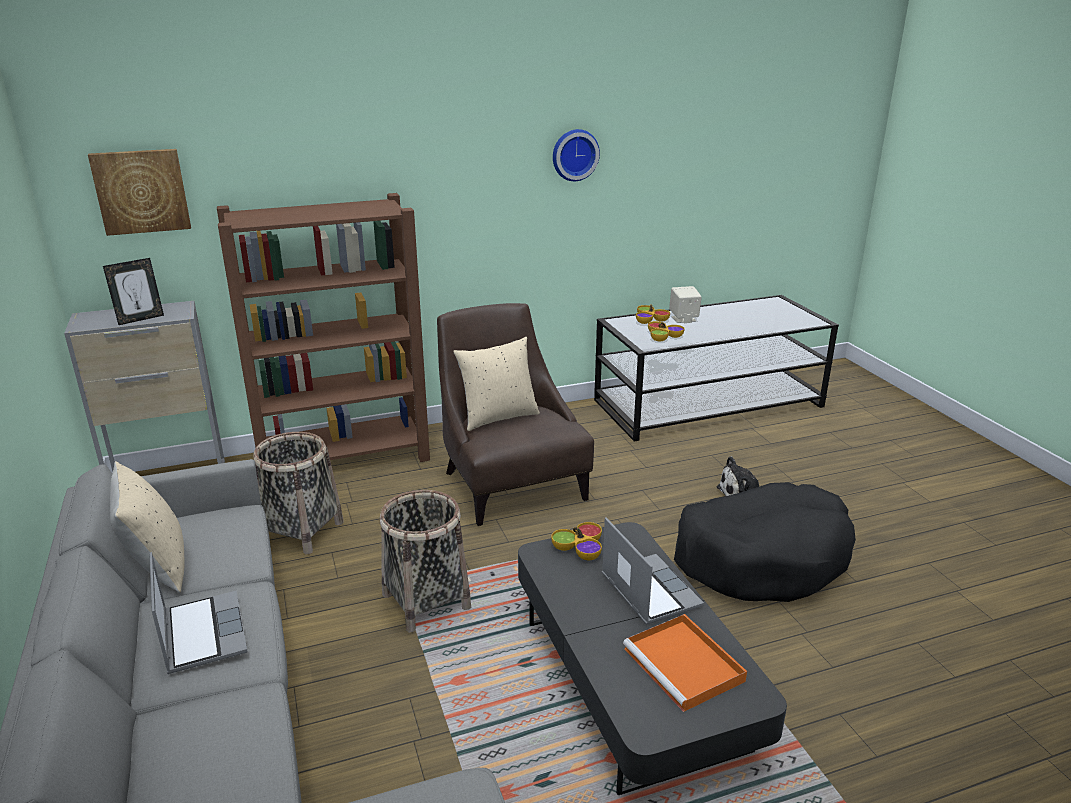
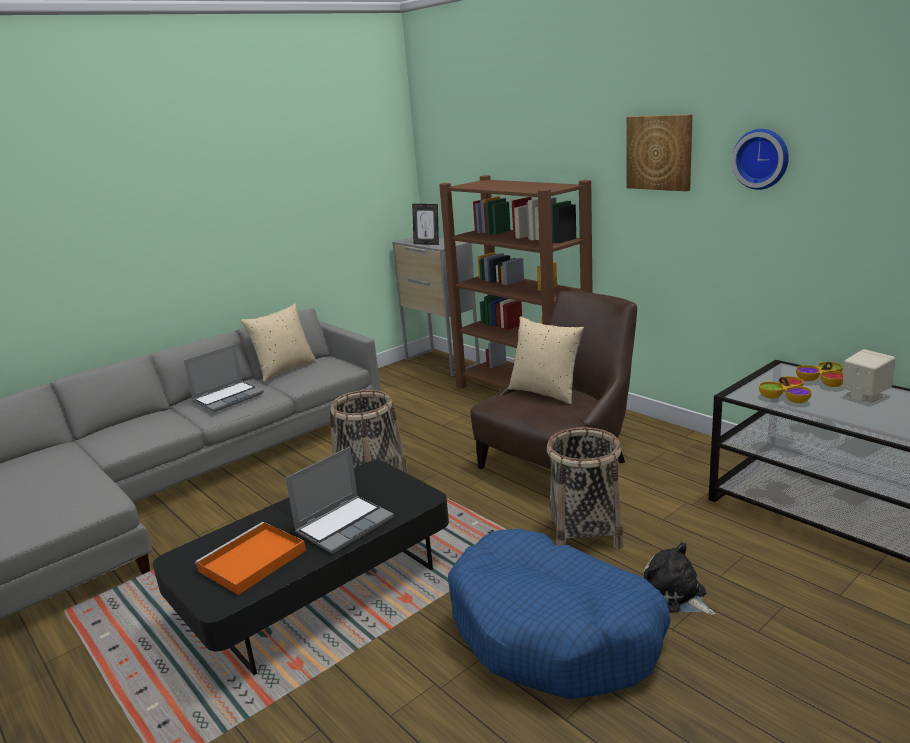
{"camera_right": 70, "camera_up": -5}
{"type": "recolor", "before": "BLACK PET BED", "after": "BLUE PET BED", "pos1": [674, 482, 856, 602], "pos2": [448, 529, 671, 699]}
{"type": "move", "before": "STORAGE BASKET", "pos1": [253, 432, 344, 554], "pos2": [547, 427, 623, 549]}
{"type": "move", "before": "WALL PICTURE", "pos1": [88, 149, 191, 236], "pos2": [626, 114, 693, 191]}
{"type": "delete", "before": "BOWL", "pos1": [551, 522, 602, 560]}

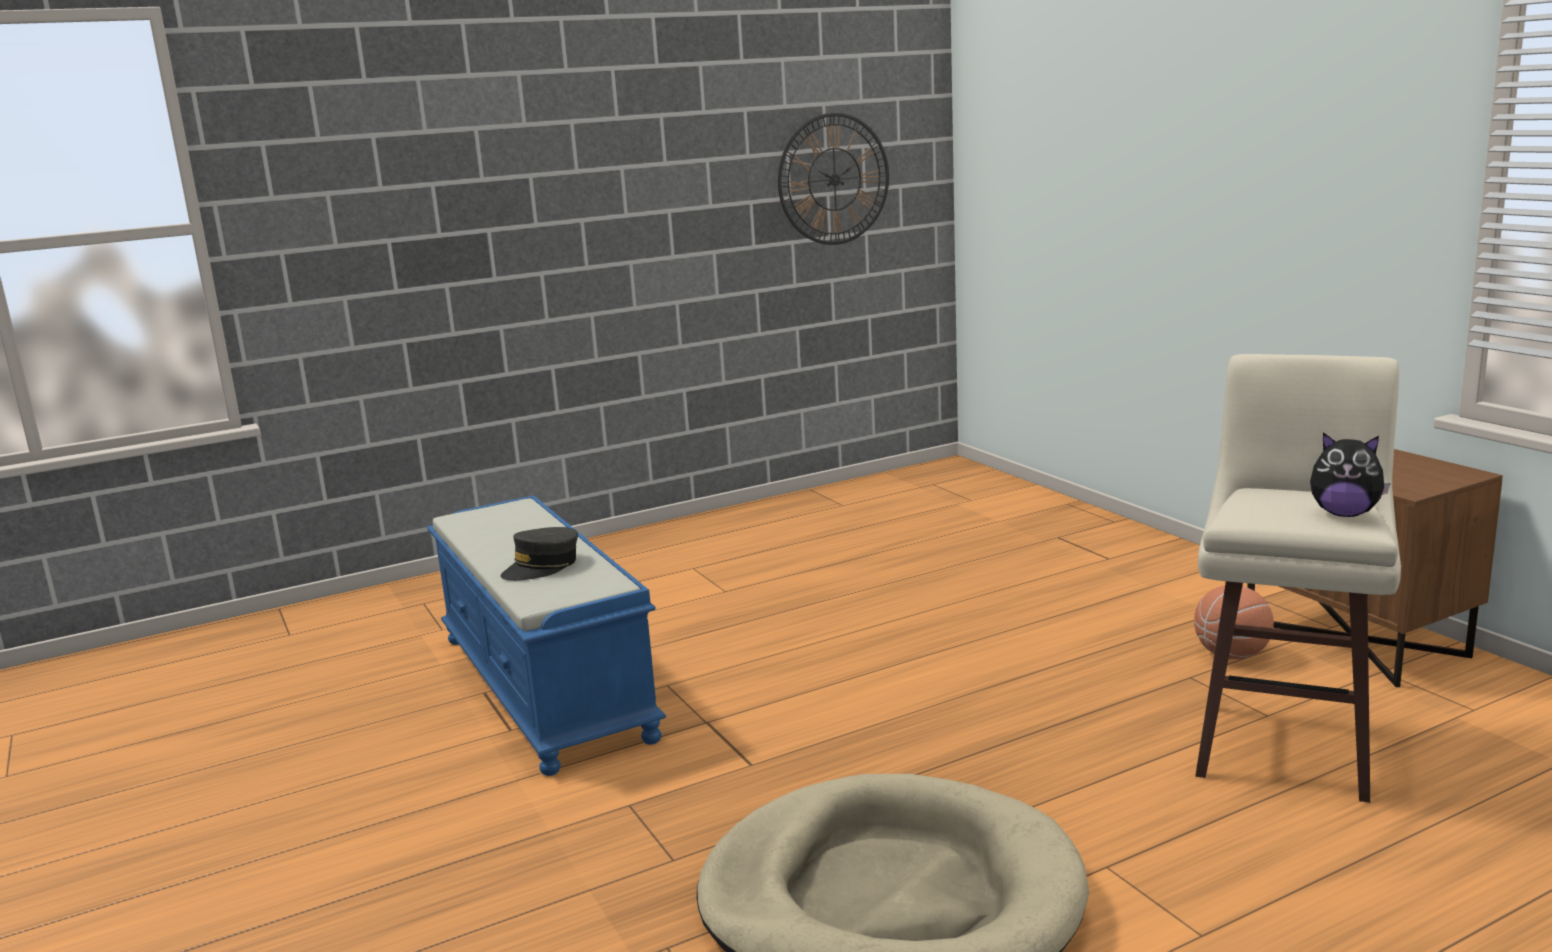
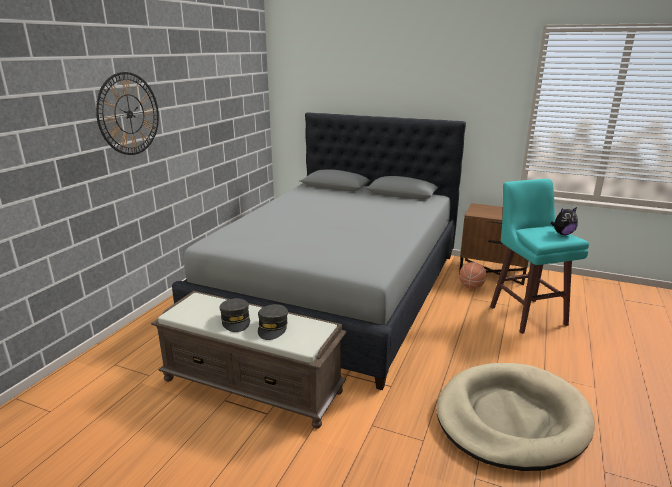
{"camera_right": -40, "camera_up": 5}
{"type": "move", "before": "CLOCK ON THE WALL", "pos1": [778, 113, 889, 245], "pos2": [96, 72, 159, 155]}
{"type": "recolor", "before": "BLUE INDOOR BENCH", "after": "BROWN INDOOR BENCH", "pos1": [427, 495, 666, 776], "pos2": [151, 291, 347, 429]}
{"type": "insert", "after": "GREY BED", "pos2": [172, 112, 466, 390]}
{"type": "insert", "after": "GREY PEAKED CAP", "pos2": [219, 298, 250, 332]}
{"type": "recolor", "before": "BEIGE STOOL SEAT", "after": "TURQUOISE STOOL SEAT", "pos1": [1195, 354, 1401, 803], "pos2": [490, 179, 589, 334]}

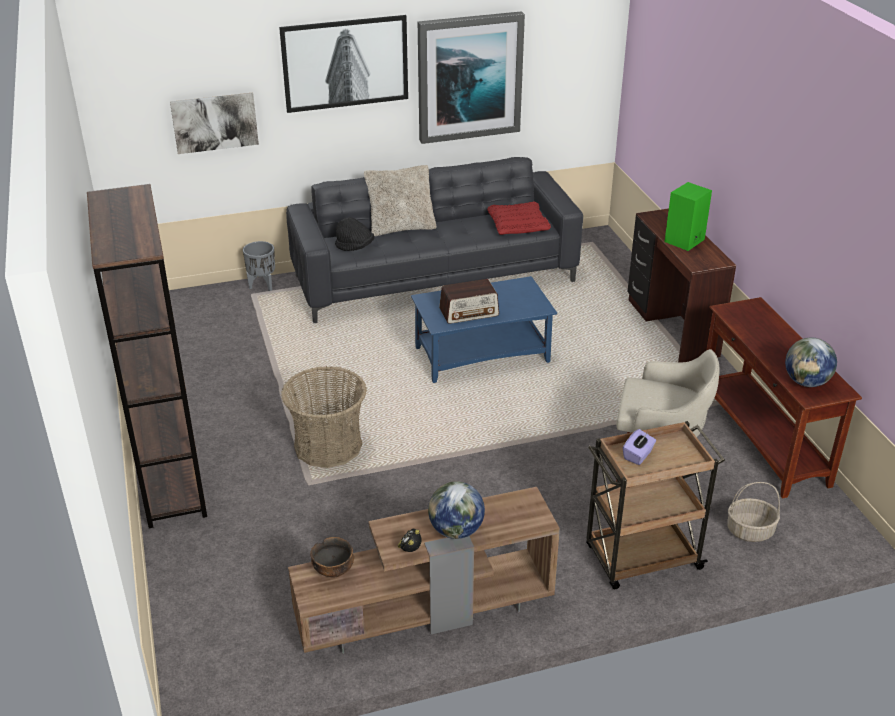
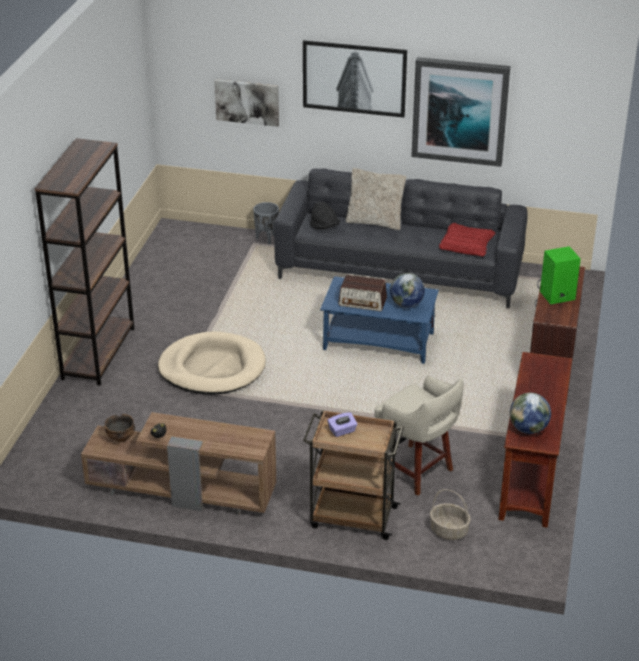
{"camera_right": 30, "camera_up": 0}
{"type": "replace", "before": "STORAGE BASKET", "after": "BEIGE PET BED", "pos1": [281, 366, 367, 468], "pos2": [158, 332, 266, 395]}
{"type": "move", "before": "WORLD GLOBE", "pos1": [428, 481, 485, 539], "pos2": [390, 273, 425, 308]}

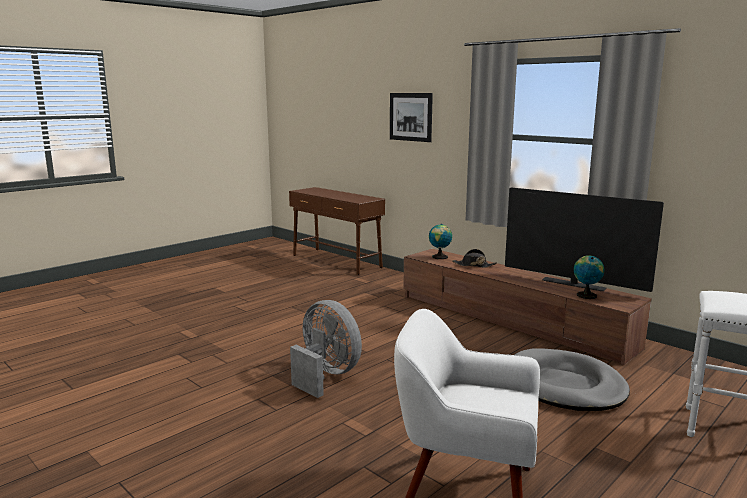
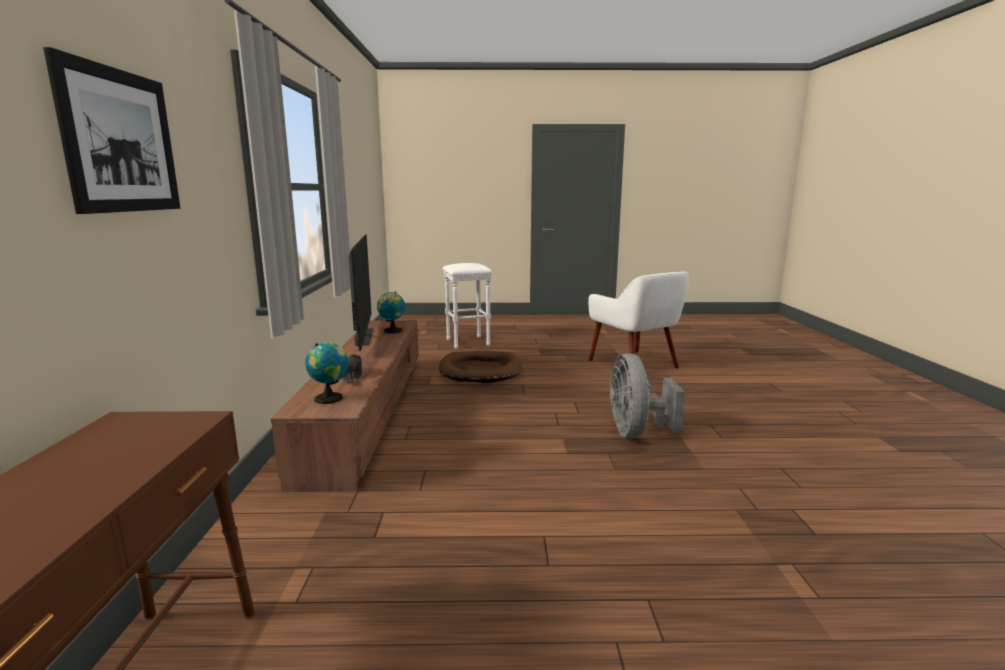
{"camera_right": -135, "camera_up": 0}
{"type": "recolor", "before": "GREY PET BED", "after": "BROWN PET BED", "pos1": [515, 348, 630, 411], "pos2": [439, 351, 522, 383]}

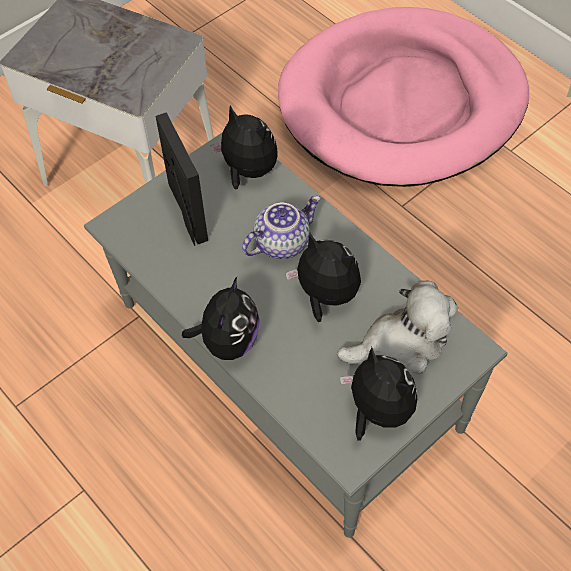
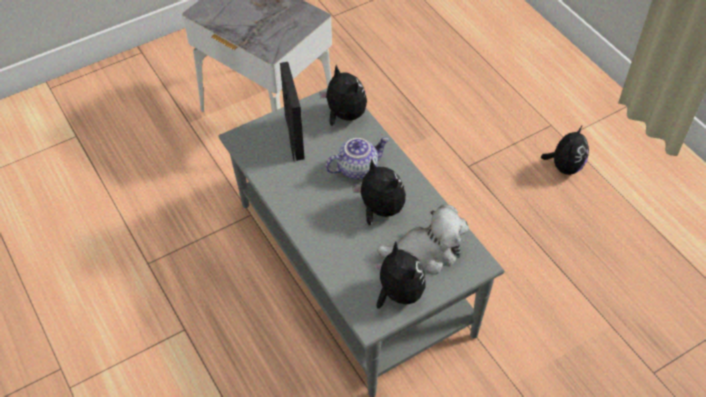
{"camera_right": 10, "camera_up": -5}
{"type": "move", "before": "CUDDLY TOY", "pos1": [182, 277, 260, 360], "pos2": [541, 125, 589, 175]}
{"type": "delete", "before": "PINK-COLOURED PET BED", "pos1": [278, 7, 529, 187]}

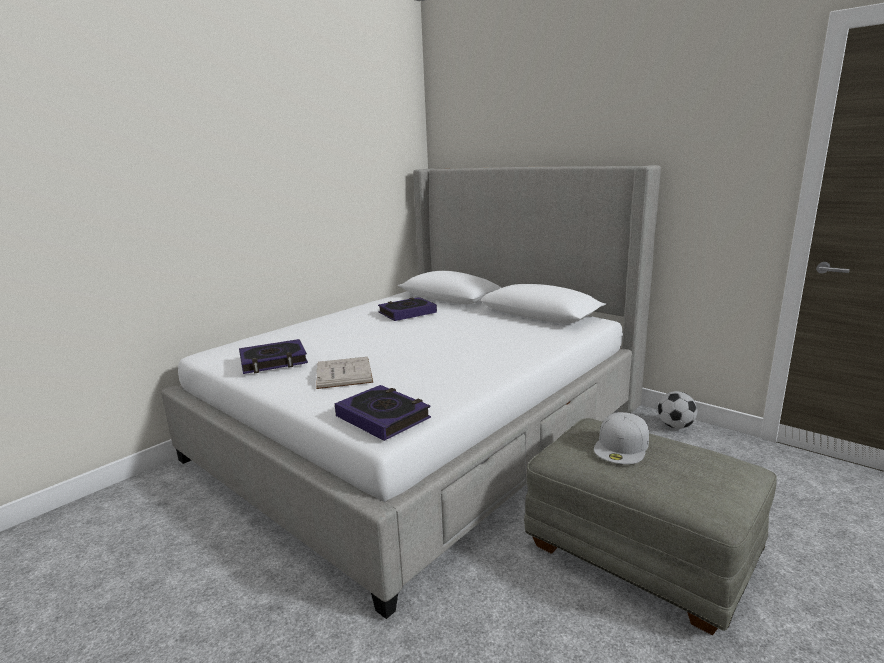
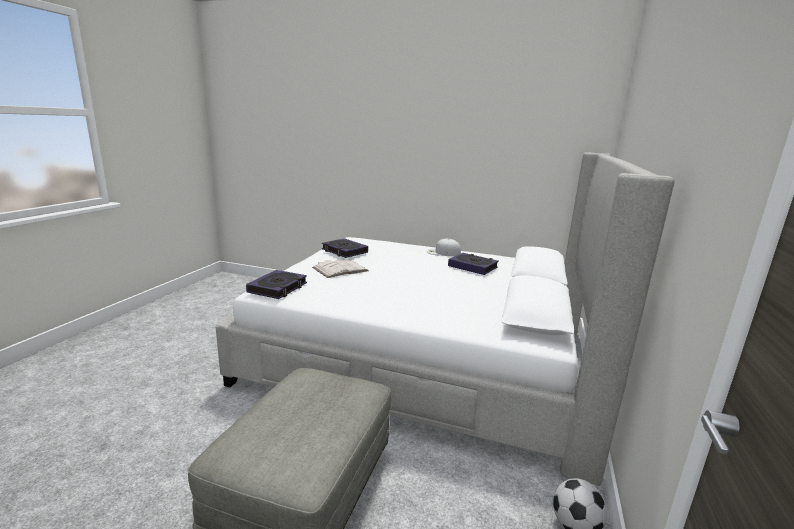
{"camera_right": 65, "camera_up": 0}
{"type": "move", "before": "WHITE PEAKED CAP", "pos1": [594, 412, 649, 464], "pos2": [427, 239, 461, 256]}

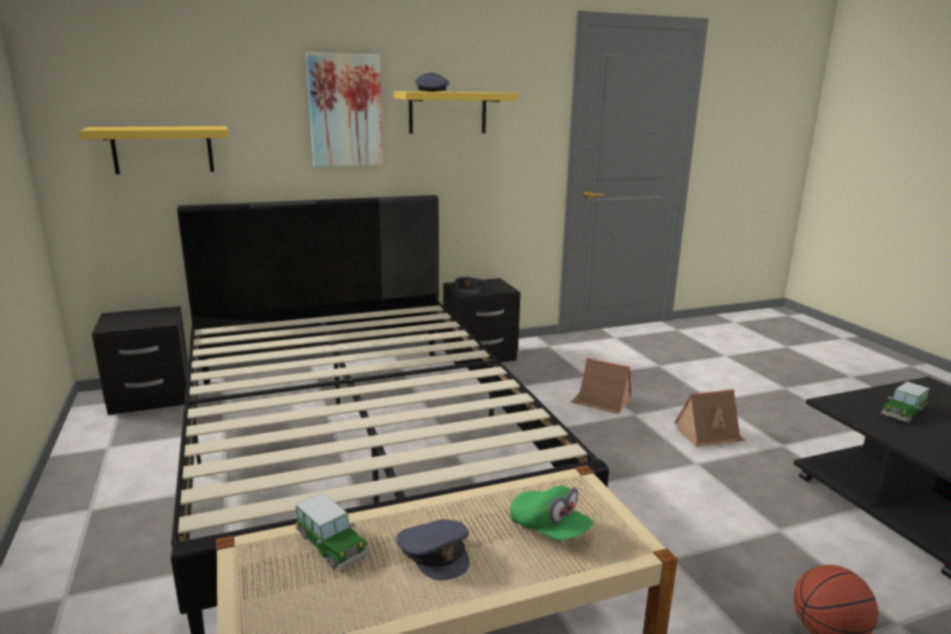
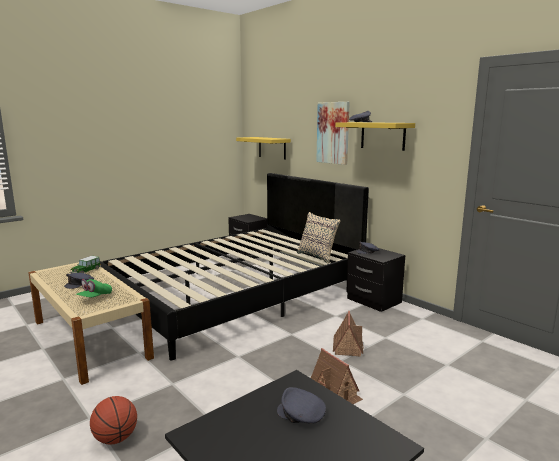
{"camera_right": 70, "camera_up": -5}
{"type": "replace", "before": "TOY CAR", "after": "GREY PEAKED CAP", "pos1": [881, 381, 930, 423], "pos2": [277, 387, 326, 423]}
{"type": "insert", "after": "BEIGE PILLOW", "pos2": [297, 212, 341, 264]}

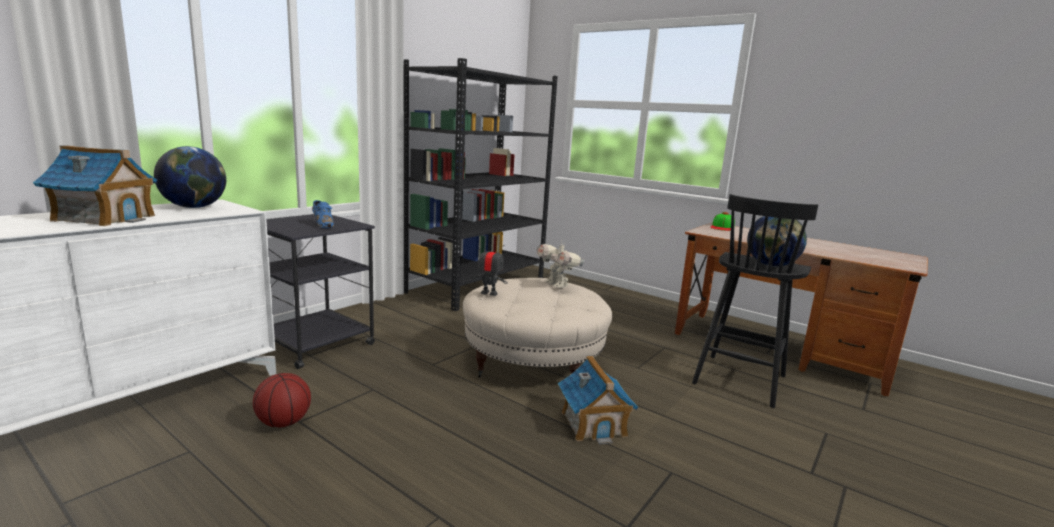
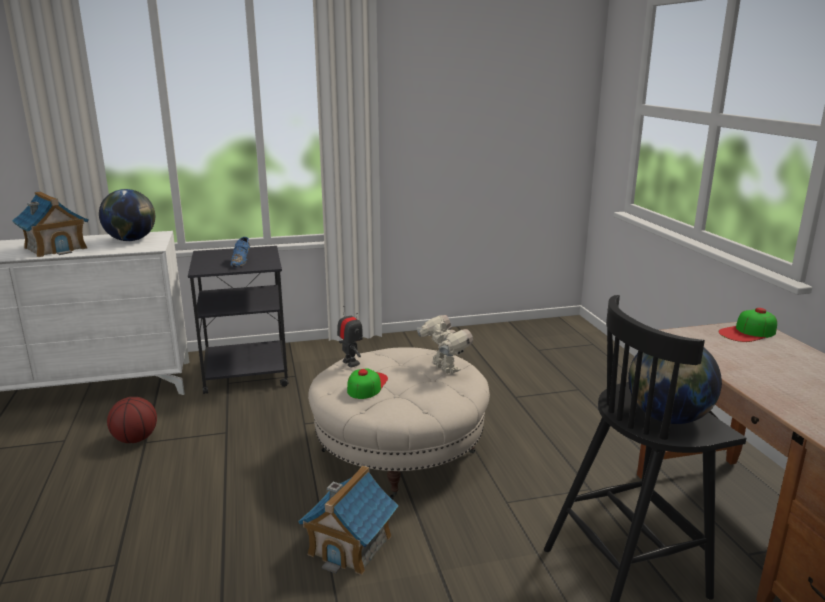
{"camera_right": 40, "camera_up": 5}
{"type": "insert", "after": "PEAKED CAP", "pos2": [347, 368, 388, 399]}
{"type": "rotate", "before": "MODEL ROBOT", "pos1": [537, 241, 585, 288], "pos2": [417, 315, 473, 374], "turn": 150}
{"type": "delete", "before": "BLACK SHELVING UNIT", "pos1": [404, 58, 558, 311]}

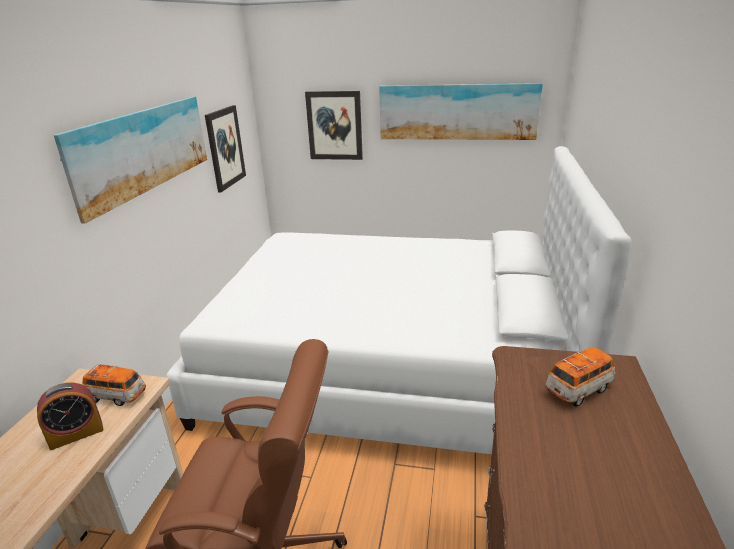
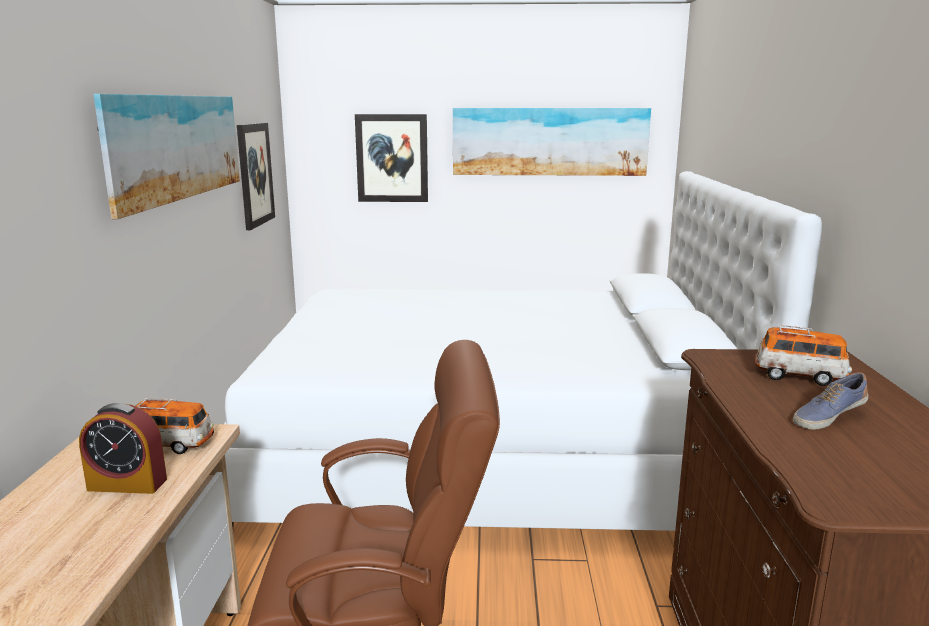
{"camera_right": -10, "camera_up": -10}
{"type": "rotate", "before": "ALARM CLOCK", "pos1": [37, 382, 104, 450], "pos2": [79, 403, 167, 494], "turn": 45}
{"type": "rotate", "before": "TOY CAR", "pos1": [545, 347, 615, 407], "pos2": [755, 325, 852, 386], "turn": 60}
{"type": "insert", "after": "SHOE", "pos2": [793, 372, 868, 430]}

